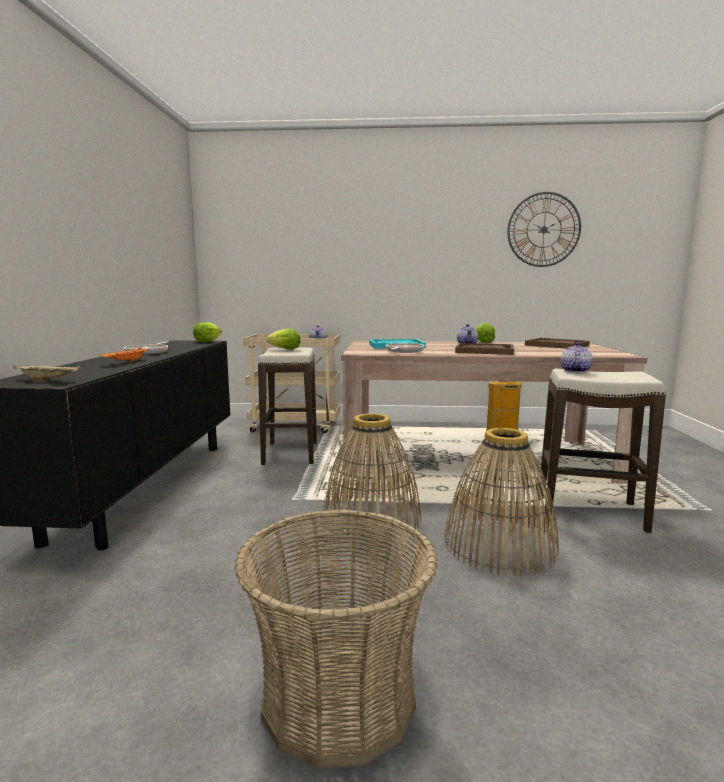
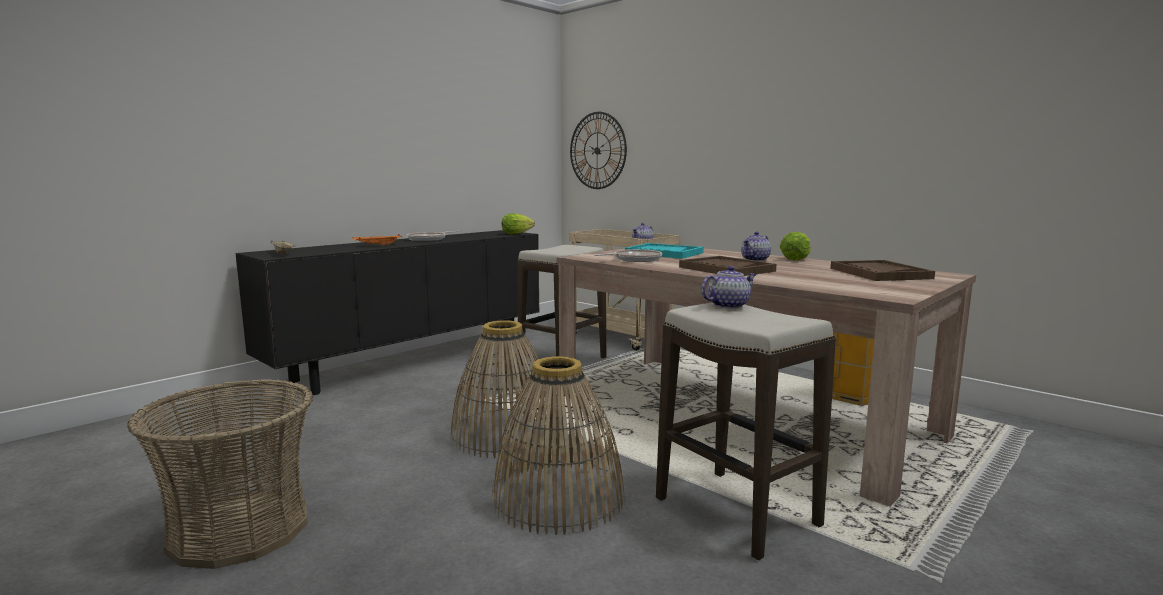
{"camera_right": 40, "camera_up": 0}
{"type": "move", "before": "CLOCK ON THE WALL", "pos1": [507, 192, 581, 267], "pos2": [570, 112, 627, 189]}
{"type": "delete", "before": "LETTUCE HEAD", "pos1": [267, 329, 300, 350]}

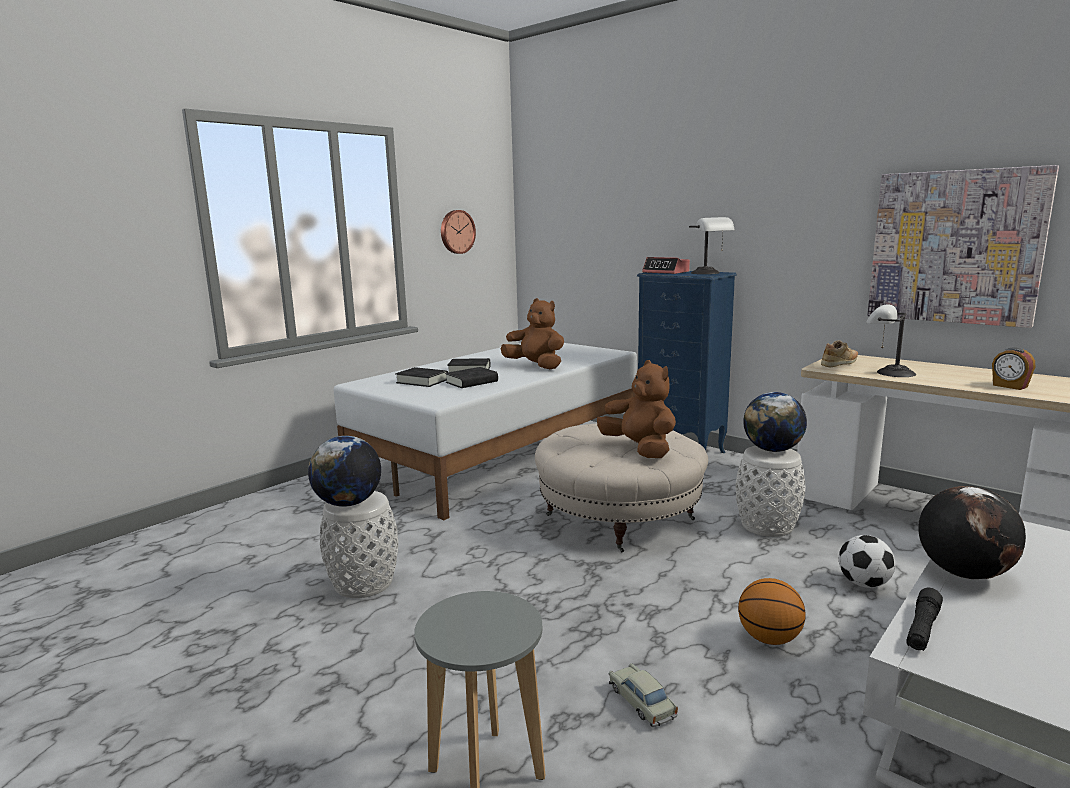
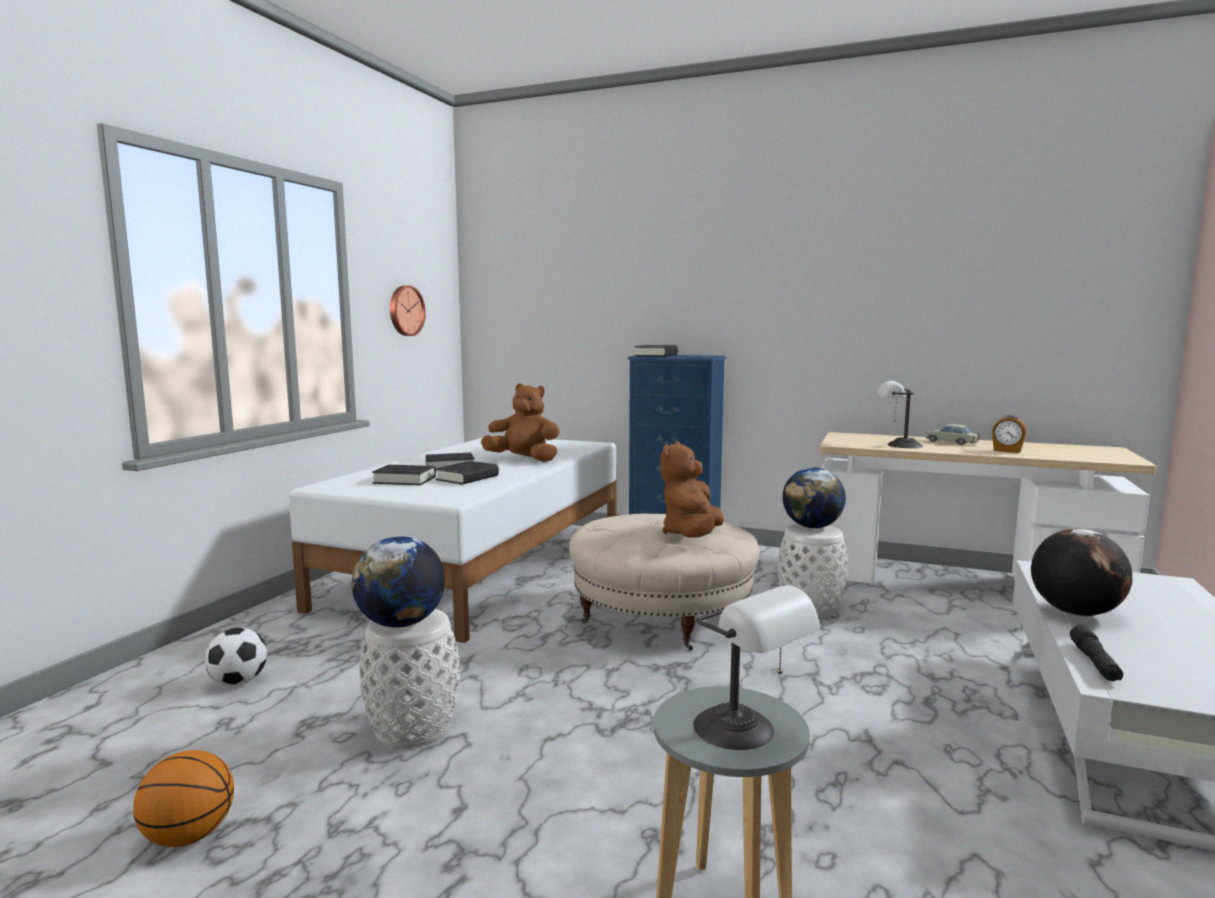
{"camera_right": -20, "camera_up": -5}
{"type": "move", "before": "BASKETBALL", "pos1": [738, 578, 806, 645], "pos2": [133, 750, 234, 847]}
{"type": "move", "before": "BALL FOR FOOTBALL", "pos1": [839, 535, 895, 588], "pos2": [205, 628, 267, 686]}
{"type": "replace", "before": "ALARM CLOCK", "after": "BLACK BOUND BOOK", "pos1": [642, 257, 690, 274], "pos2": [634, 345, 678, 357]}
{"type": "rotate", "before": "BROWN CUDDLY TOY", "pos1": [597, 360, 676, 458], "pos2": [660, 441, 724, 537], "turn": -105}
{"type": "move", "before": "LAMP FOR A TABLE", "pos1": [689, 217, 735, 274], "pos2": [693, 585, 820, 750]}
{"type": "move", "before": "BEIGE TOY CAR", "pos1": [609, 663, 678, 727], "pos2": [926, 424, 980, 445]}
{"type": "delete", "before": "BEIGE SHOE", "pos1": [821, 340, 858, 367]}
{"type": "delete", "before": "WALL PICTURE", "pos1": [868, 165, 1059, 328]}

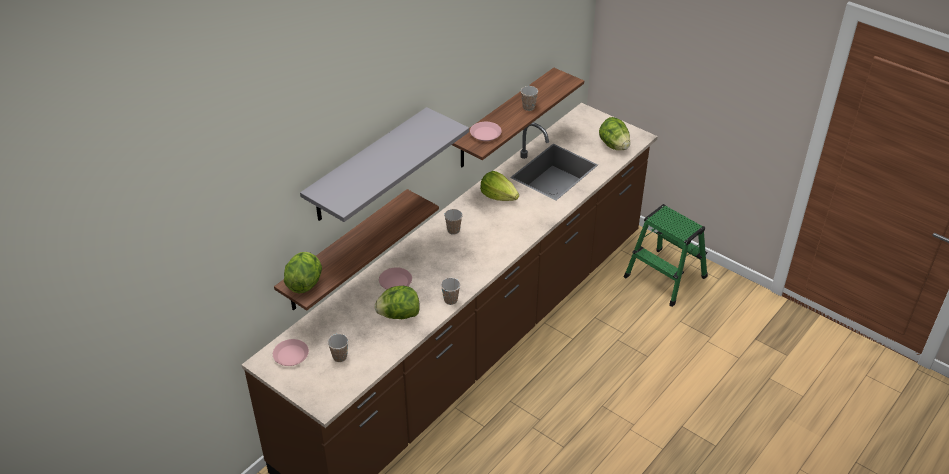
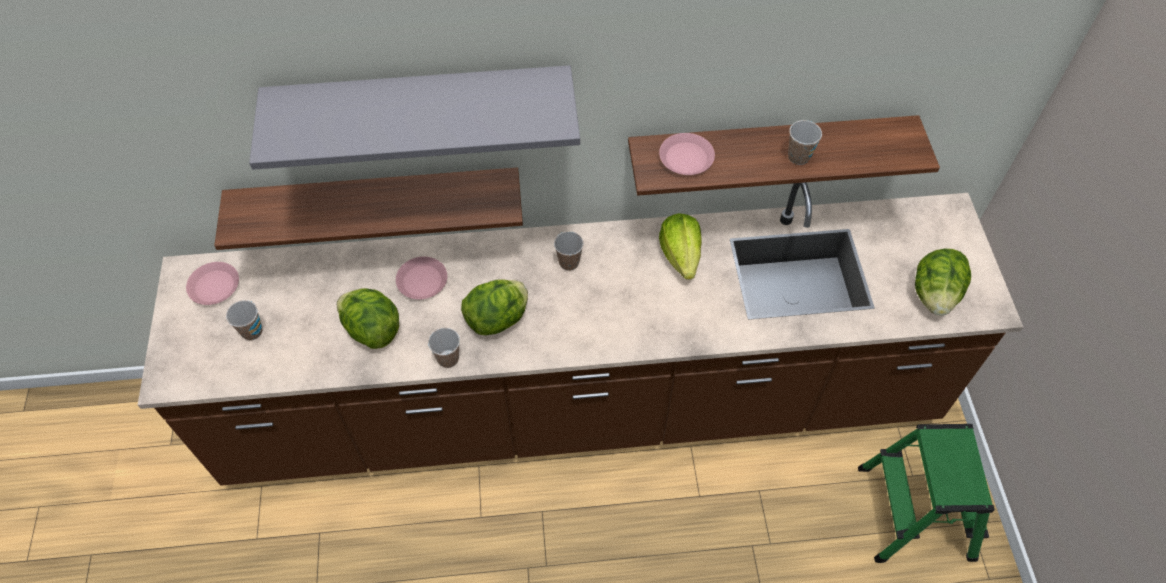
{"camera_right": 45, "camera_up": 15}
{"type": "move", "before": "LETTUCE HEAD", "pos1": [284, 252, 322, 293], "pos2": [461, 279, 528, 335]}

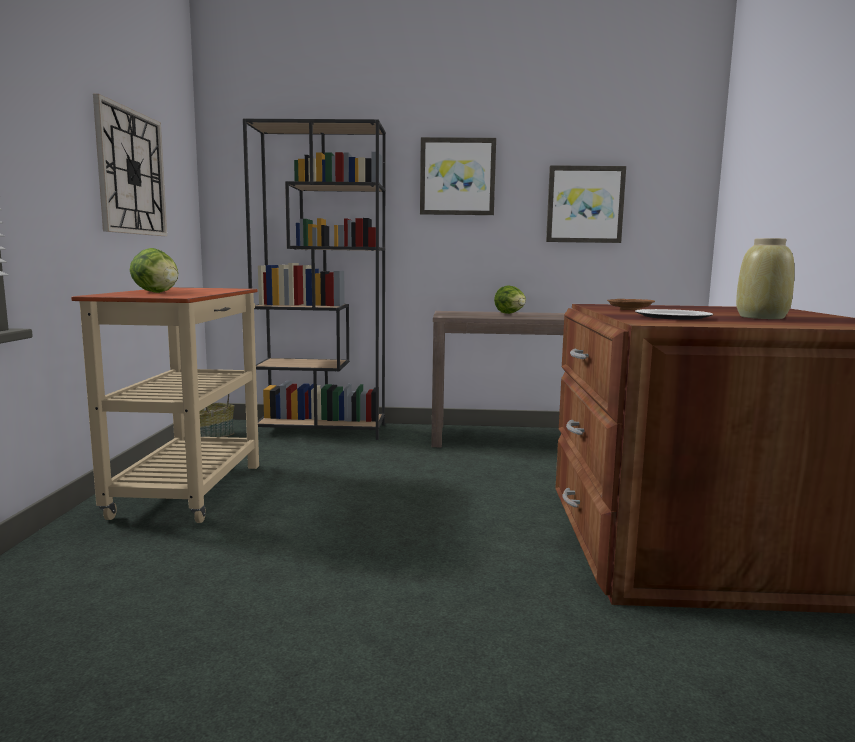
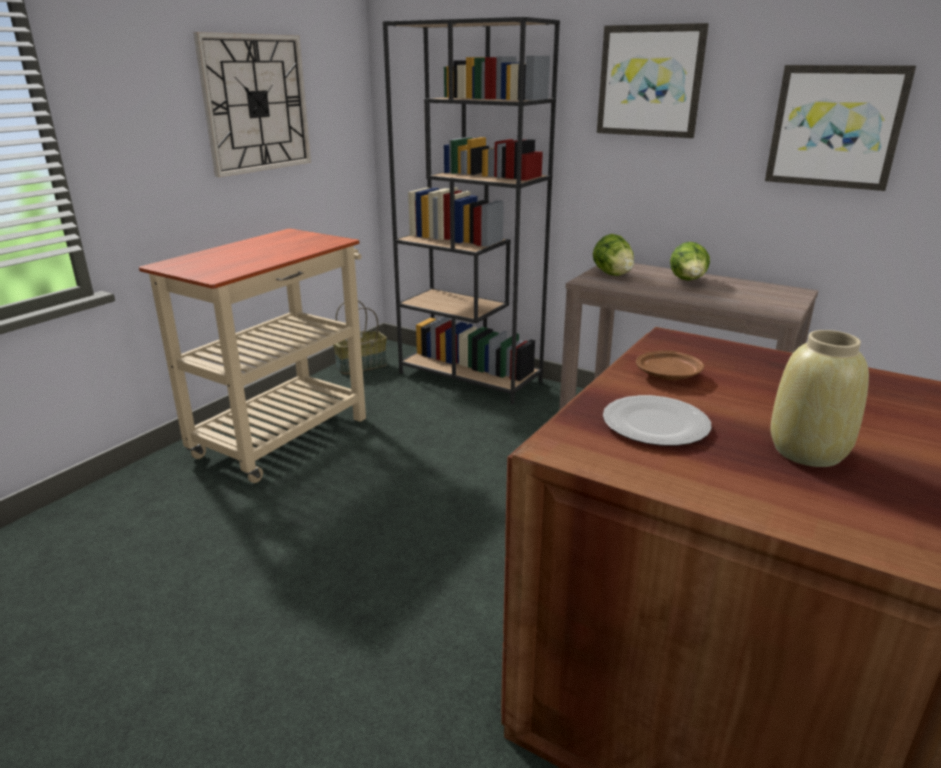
{"camera_right": 30, "camera_up": 15}
{"type": "move", "before": "LETTUCE HEAD", "pos1": [130, 248, 178, 293], "pos2": [593, 234, 634, 276]}

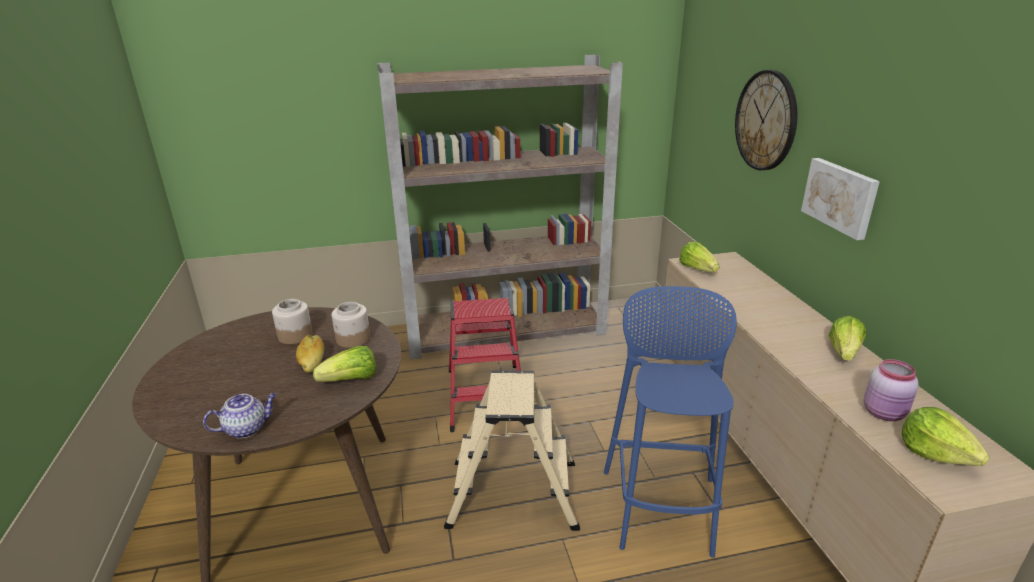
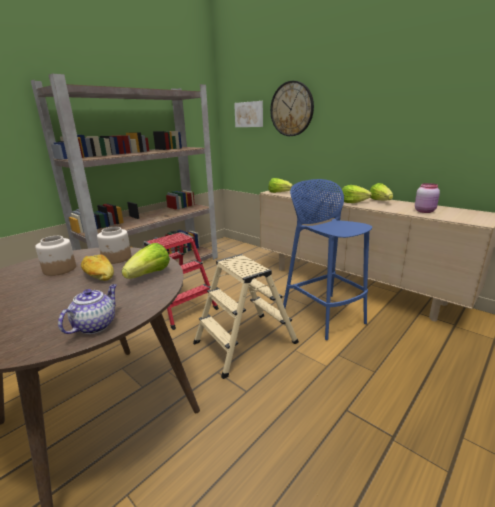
{"camera_right": -35, "camera_up": -5}
{"type": "move", "before": "WALL PICTURE", "pos1": [801, 158, 880, 240], "pos2": [234, 101, 263, 127]}
{"type": "move", "before": "LETTUCE HEAD", "pos1": [902, 407, 989, 466], "pos2": [342, 185, 372, 203]}

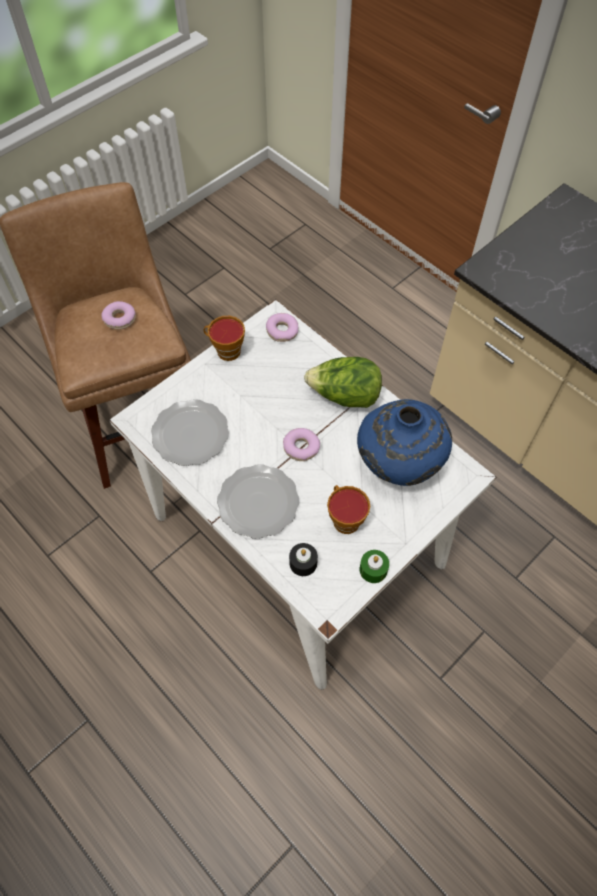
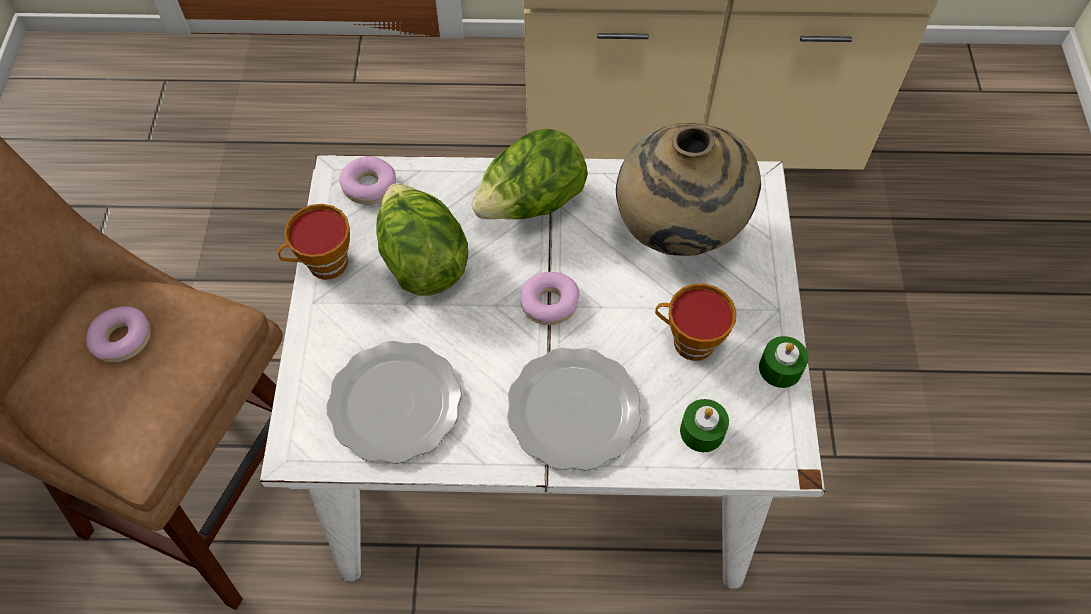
{"camera_right": -45, "camera_up": 0}
{"type": "insert", "after": "LETTUCE HEAD", "pos2": [376, 183, 468, 296]}
{"type": "recolor", "before": "BLUE VASE", "after": "BEIGE VASE", "pos1": [357, 399, 452, 486], "pos2": [616, 122, 761, 256]}
{"type": "recolor", "before": "BLACK CANDLE", "after": "GREEN CANDLE", "pos1": [289, 543, 318, 576], "pos2": [680, 399, 729, 452]}

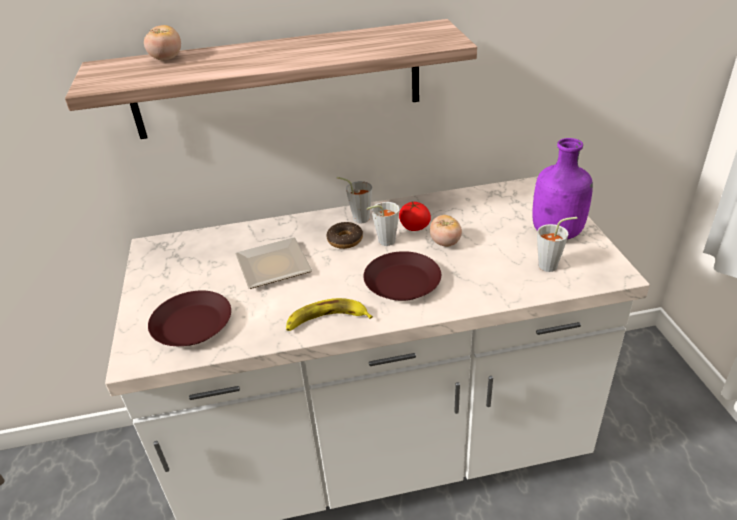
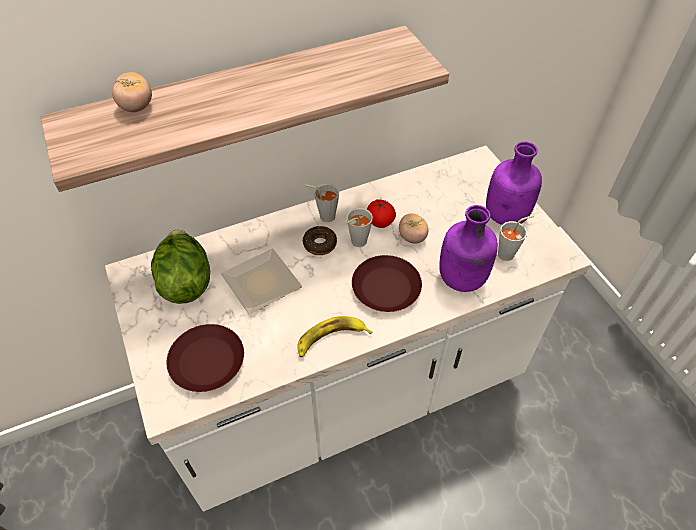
{"camera_right": -15, "camera_up": 15}
{"type": "insert", "after": "LETTUCE HEAD", "pos2": [151, 229, 210, 304]}
{"type": "insert", "after": "PURPLE-COLOURED DRINK BOTTLE", "pos2": [439, 205, 498, 292]}

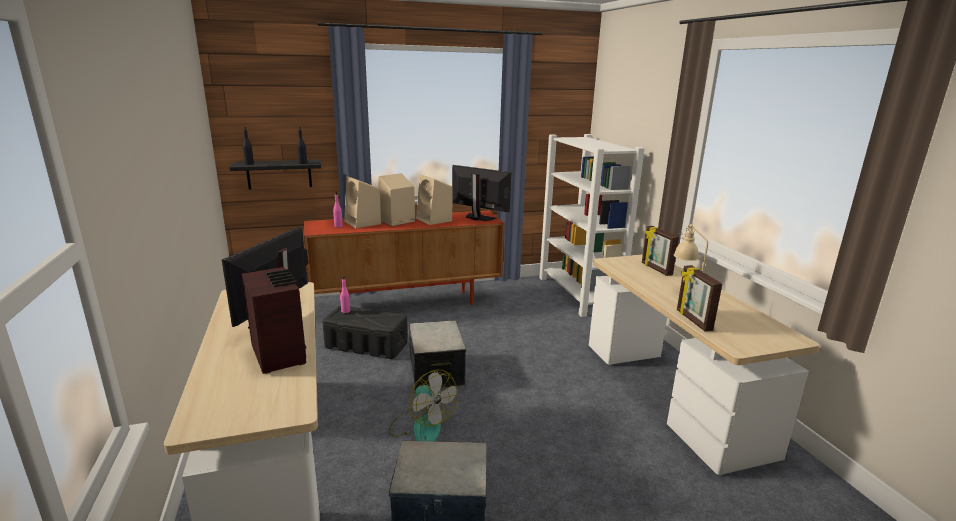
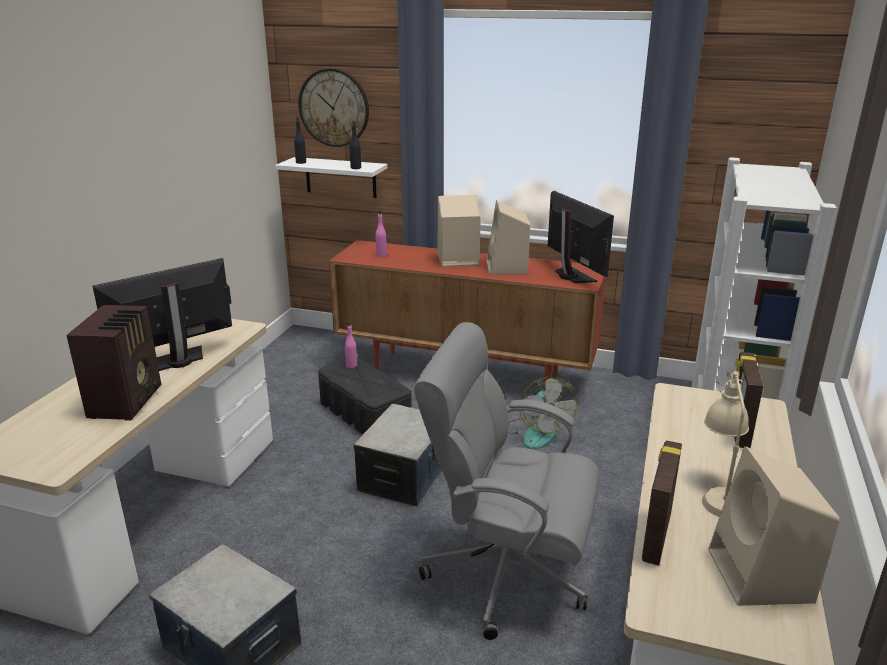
{"camera_right": 35, "camera_up": 5}
{"type": "recolor", "before": "BLACK WALL SHELF", "after": "WHITE WALL SHELF", "pos1": [230, 160, 321, 190], "pos2": [275, 157, 388, 198]}
{"type": "insert", "after": "CLOCK ON THE WALL", "pos2": [298, 68, 369, 147]}
{"type": "insert", "after": "GREY DESK CHAIR", "pos2": [414, 322, 600, 640]}
{"type": "move", "before": "COOLING FAN", "pos1": [389, 370, 458, 441], "pos2": [508, 377, 578, 449]}
{"type": "move", "before": "BEIGE AUDIO SPEAKER", "pos1": [344, 176, 381, 228], "pos2": [708, 446, 840, 606]}

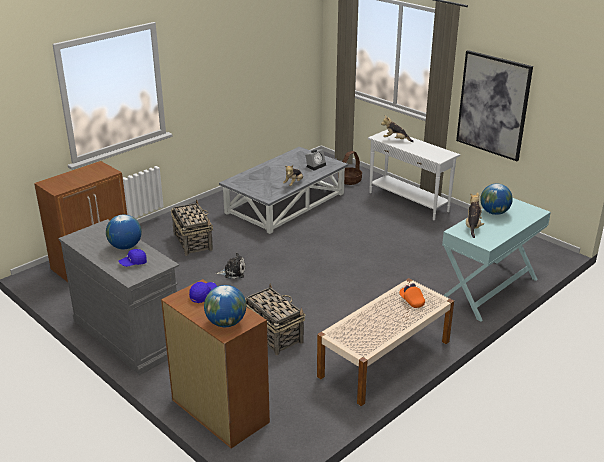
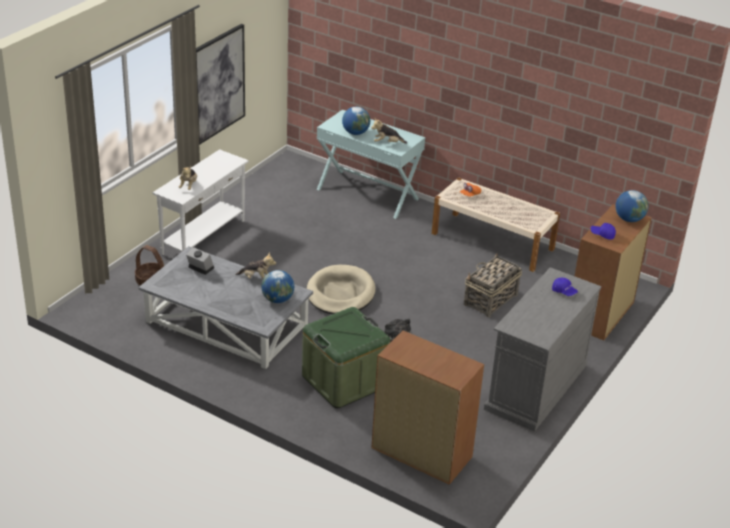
{"camera_right": -105, "camera_up": 5}
{"type": "move", "before": "WORLD GLOBE", "pos1": [106, 214, 142, 249], "pos2": [261, 270, 294, 303]}
{"type": "replace", "before": "STORAGE BASKET", "after": "GREEN STORAGE CONTAINER", "pos1": [171, 200, 213, 256], "pos2": [302, 307, 390, 408]}
{"type": "insert", "after": "BEIGE PET BED", "pos2": [307, 265, 376, 314]}

